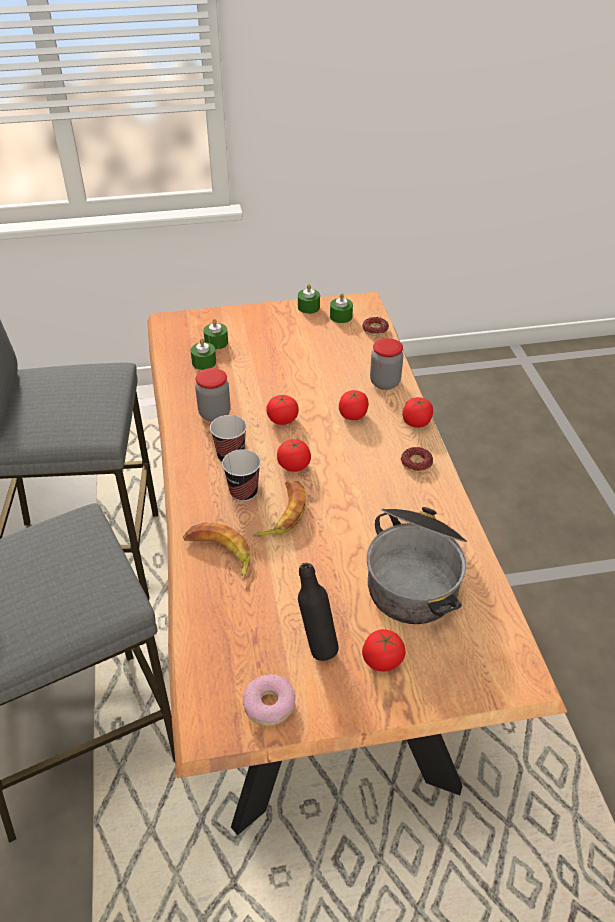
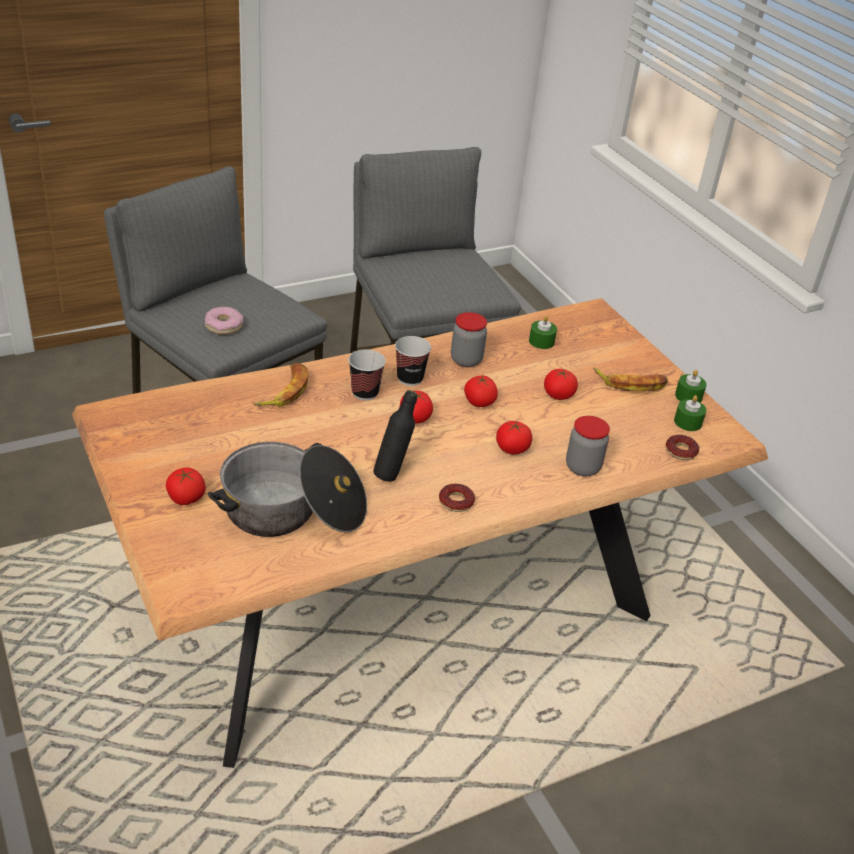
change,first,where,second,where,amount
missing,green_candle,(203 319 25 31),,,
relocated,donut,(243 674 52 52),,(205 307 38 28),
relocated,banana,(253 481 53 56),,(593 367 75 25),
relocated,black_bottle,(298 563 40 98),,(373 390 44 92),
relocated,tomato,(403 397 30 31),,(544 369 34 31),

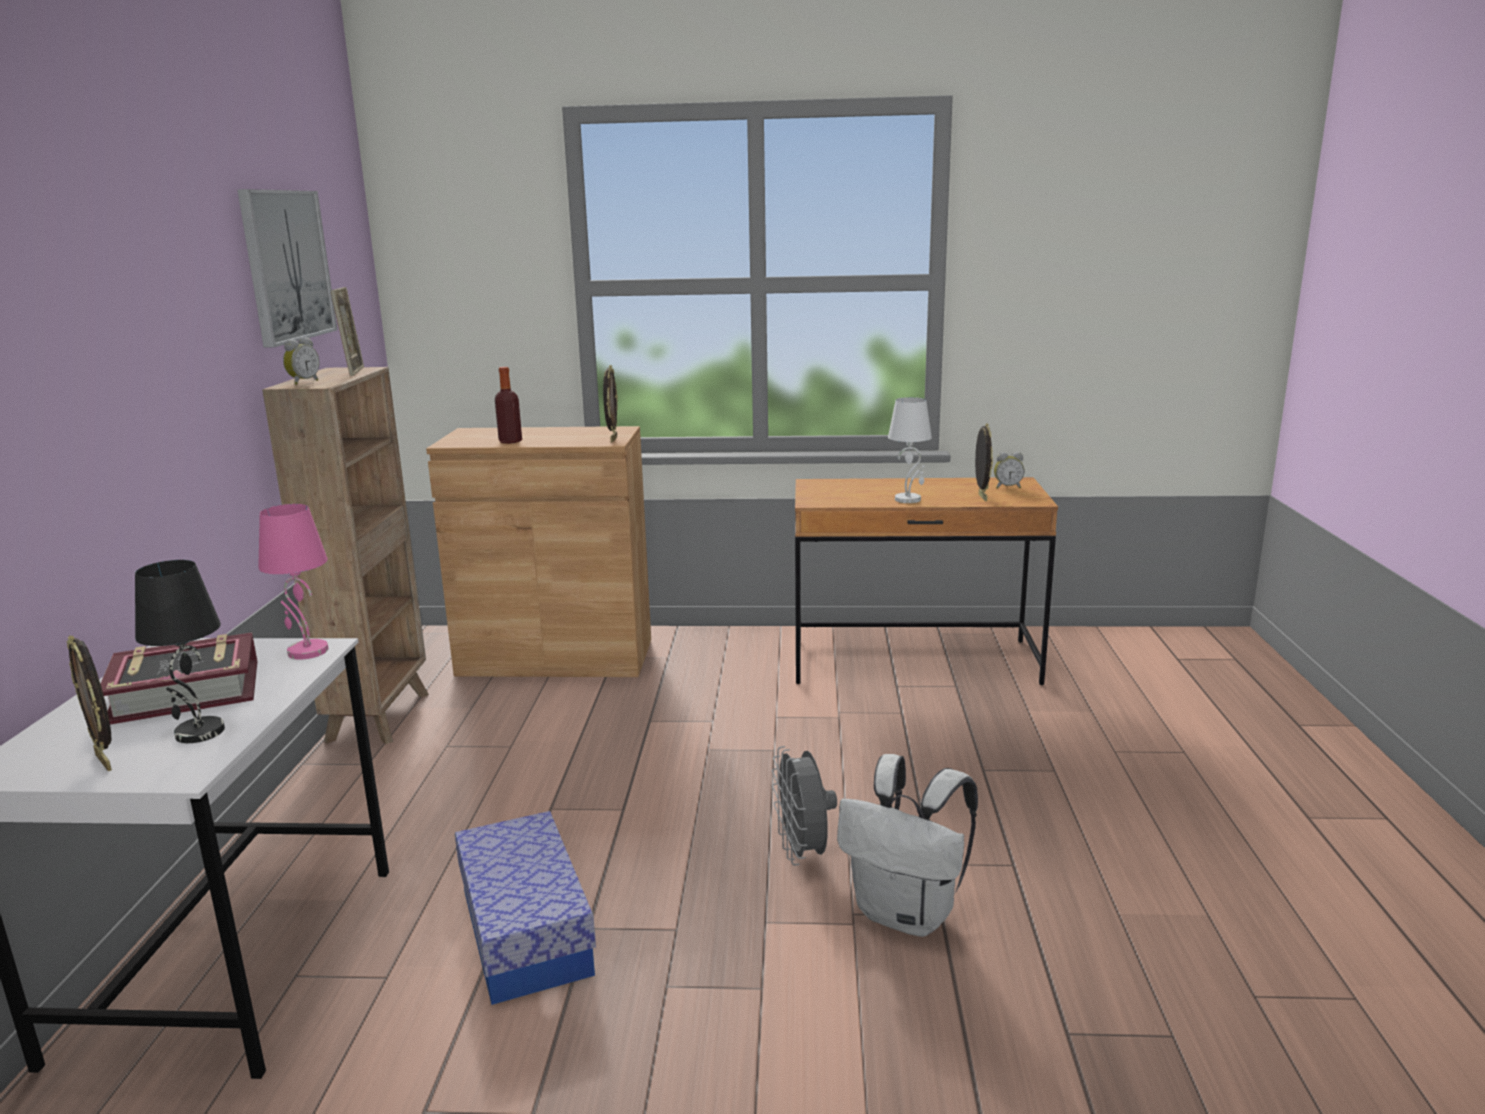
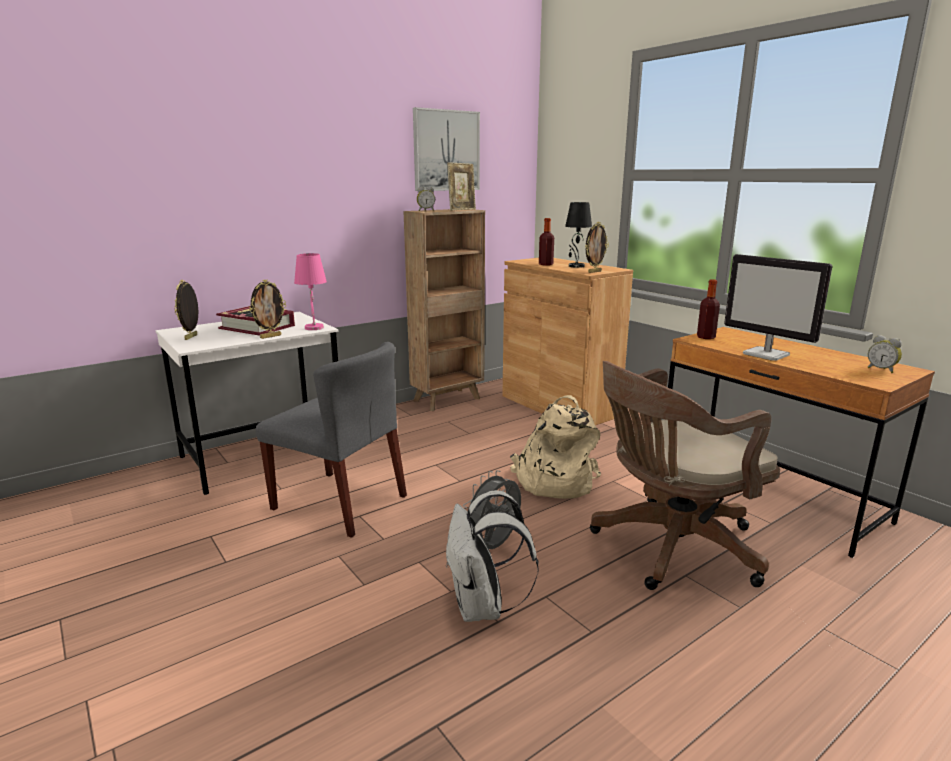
change,first,where,second,where,amount
appeared,,,beige_backpack,(510 395 91 104),
appeared,,,brown_office_chair,(590 361 190 229),
appeared,,,bottle,(697 279 23 60),
relocated,black_table_lamp,(135 560 90 183),,(565 202 27 66),
relocated,picture_frame,(975 423 18 78),,(249 280 37 59),
exchanged,storage_box,(455 811 141 194),grey_chair,(256 342 151 196),
exchanged,white_table_lamp,(888 397 44 106),monitor,(724 254 108 107),

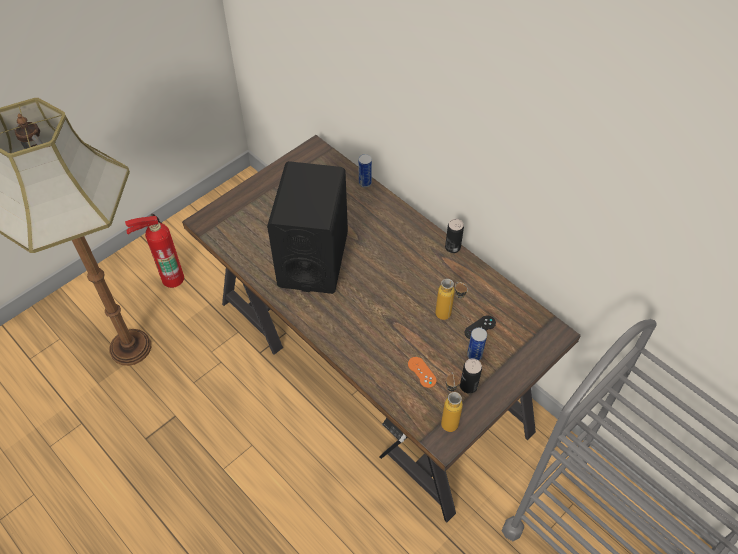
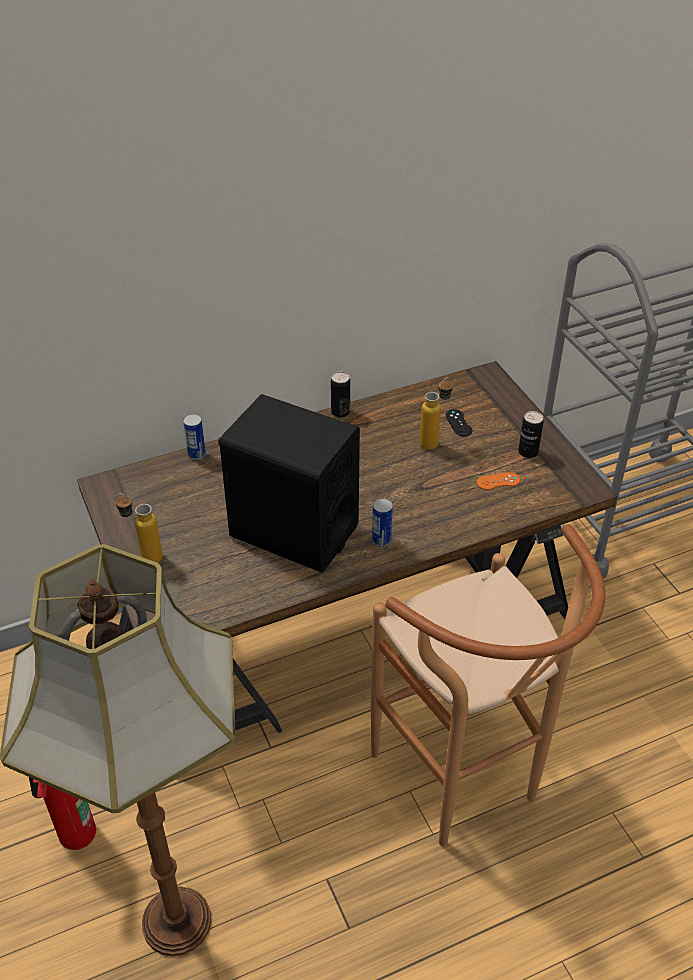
change,first,where,second,where,amount
appeared,,,brown_stool,(371 524 234 323),
relocated,bottle,(441 372 22 60),,(115 494 48 69),
relocated,can,(467 328 20 32),,(372 498 21 49),

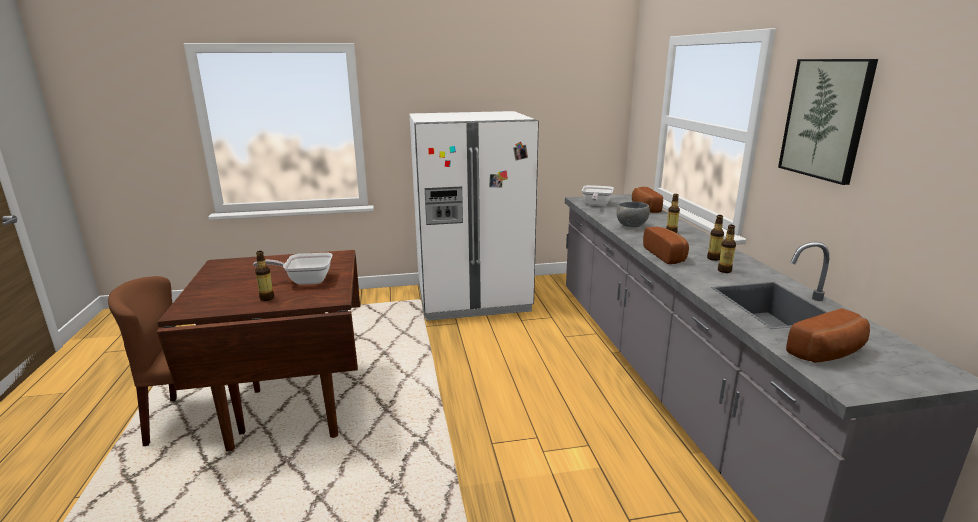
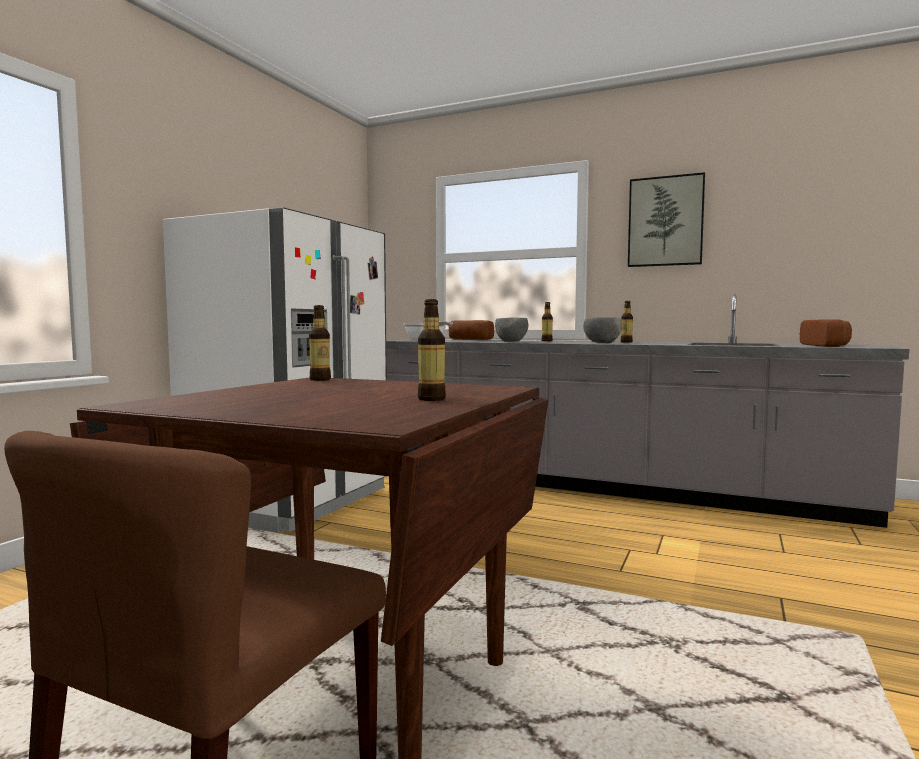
change,first,where,second,where,amount
missing,frying_pan,(253 253 79 32),,,
relocated,bottle,(718 225 18 48),,(309 305 22 76),
exchanged,bread,(643 227 46 37),grey_bowl,(583 317 39 26),

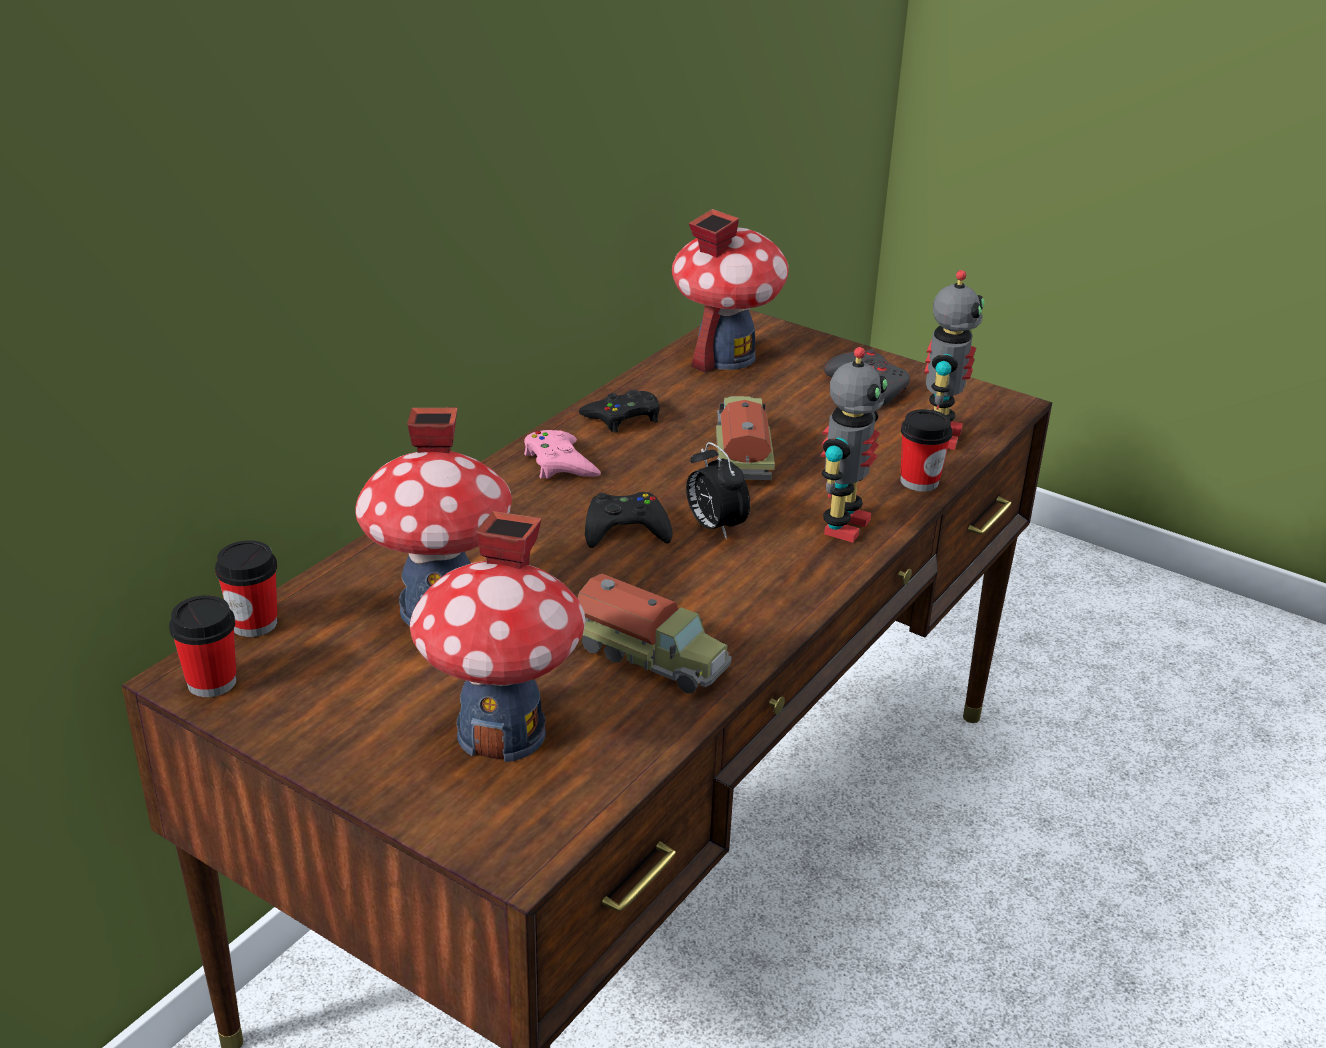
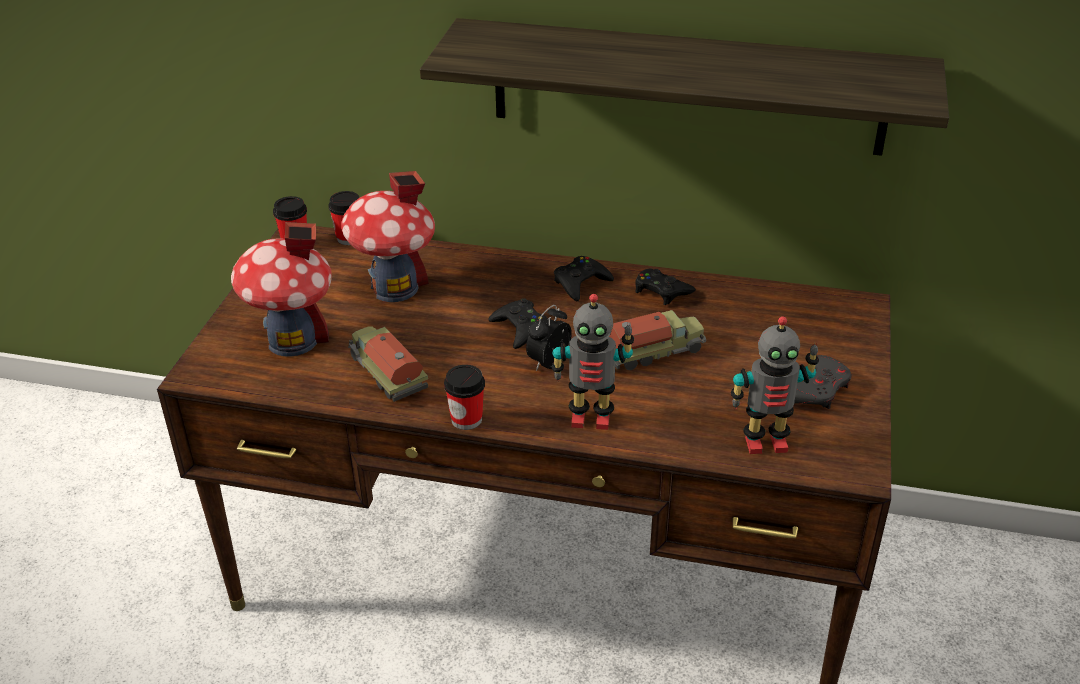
change,first,where,second,where,amount
missing,toy_house,(672 209 117 164),,,
appeared,,,shelf,(420 18 529 138),
relocated,cup,(900 409 52 83),,(444 365 41 65),
colour,pink_game_controller,(524 430 77 49),black_game_controller,(554 256 60 45),
spun,toy_truck,(578 574 154 119),,(348 326 80 76),135 degrees clockwise

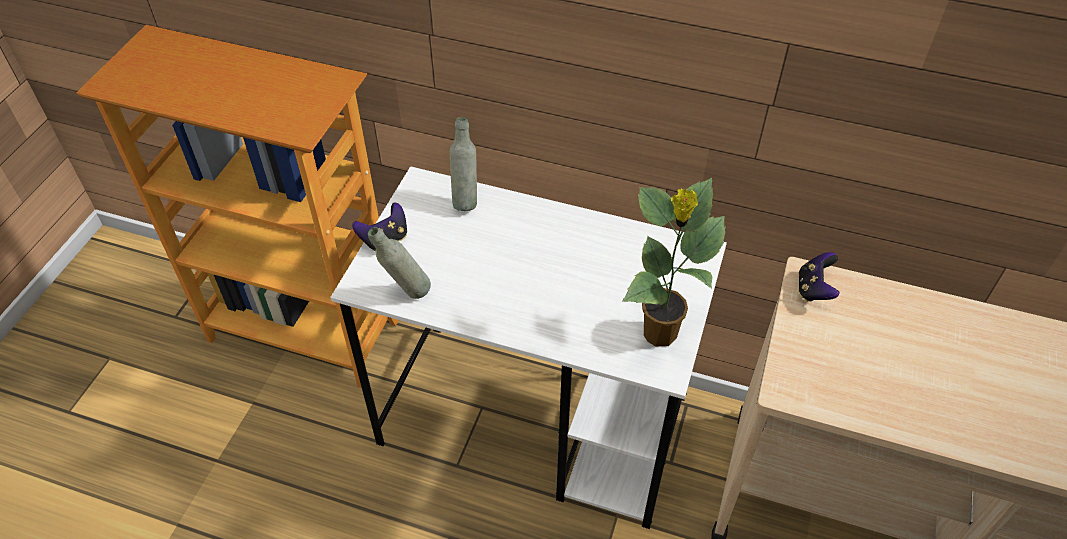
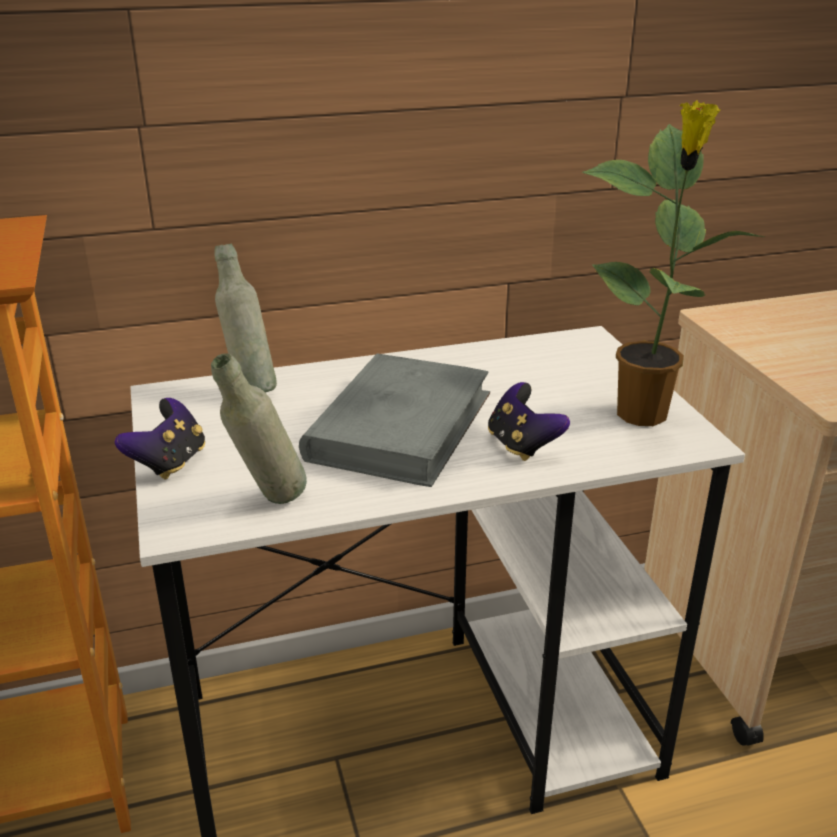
change,first,where,second,where,amount
appeared,,,grey_book,(299 353 191 134),
relocated,game_controller,(798 252 41 50),,(488 382 82 79),

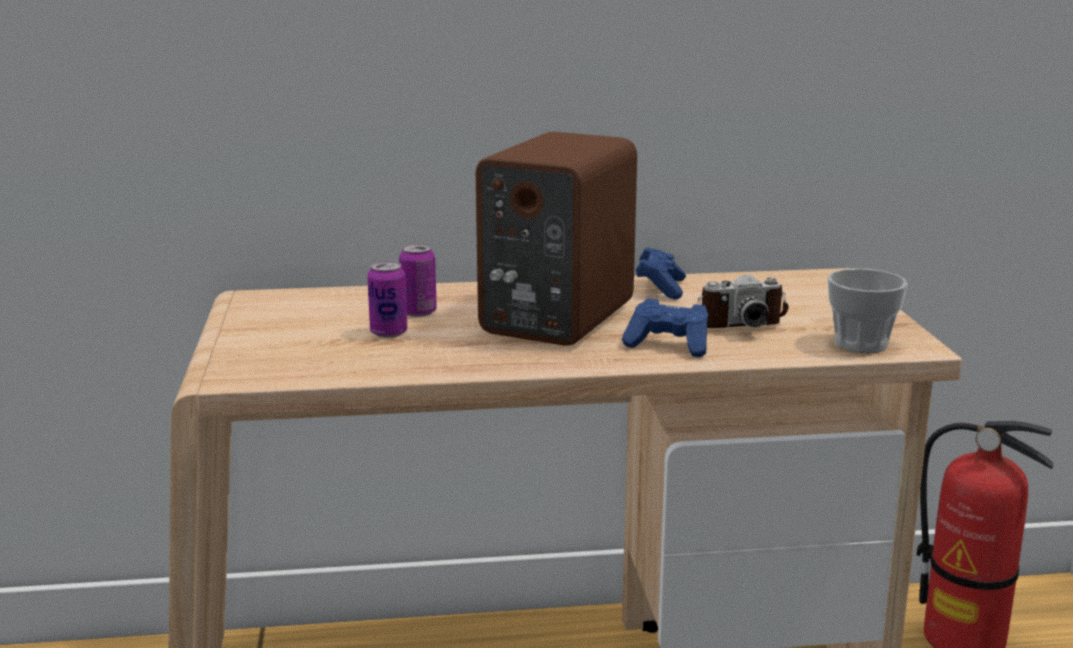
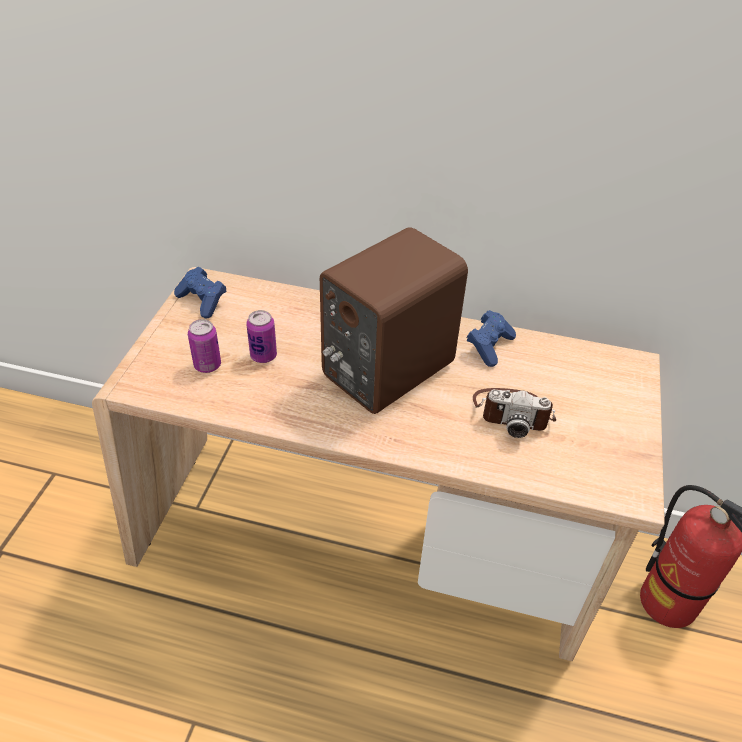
change,first,where,second,where,amount
missing,cup,(827 268 81 85),,,
relocated,can,(399 244 38 73),,(188 319 33 54),
relocated,blue_game_controller,(622 298 86 59),,(174 267 53 51),

